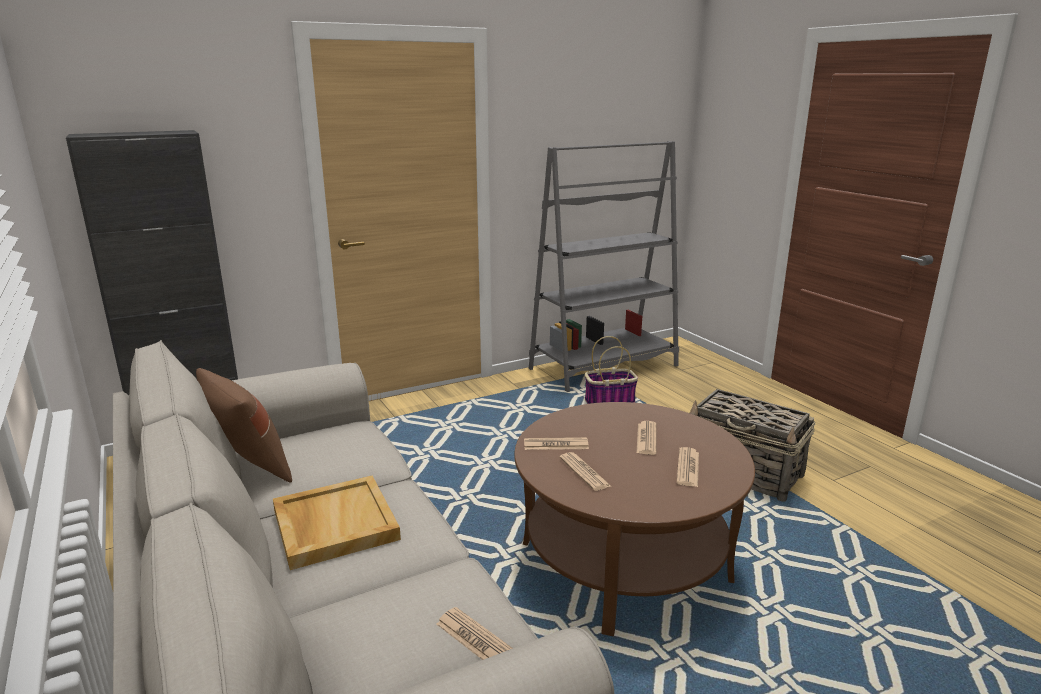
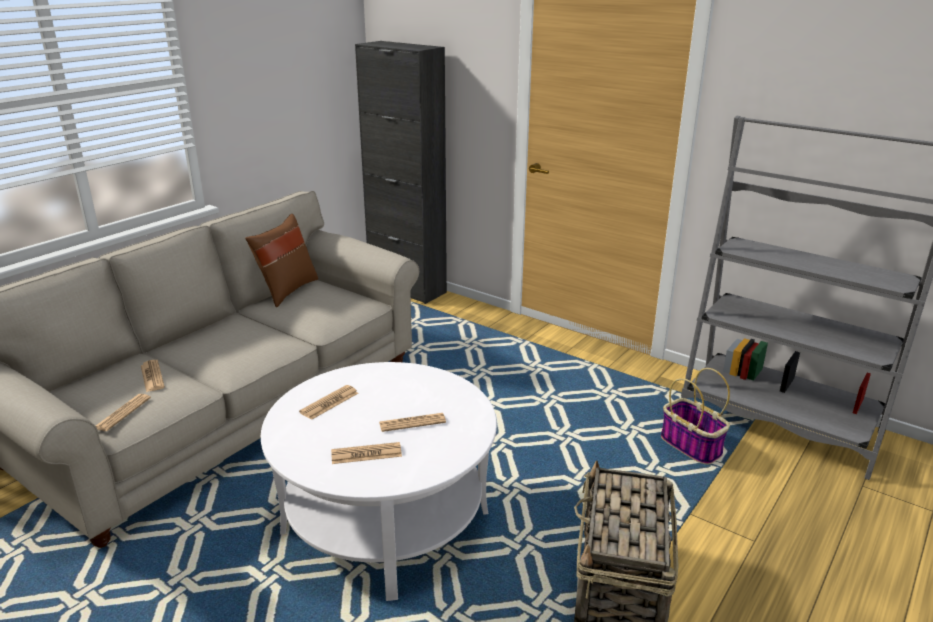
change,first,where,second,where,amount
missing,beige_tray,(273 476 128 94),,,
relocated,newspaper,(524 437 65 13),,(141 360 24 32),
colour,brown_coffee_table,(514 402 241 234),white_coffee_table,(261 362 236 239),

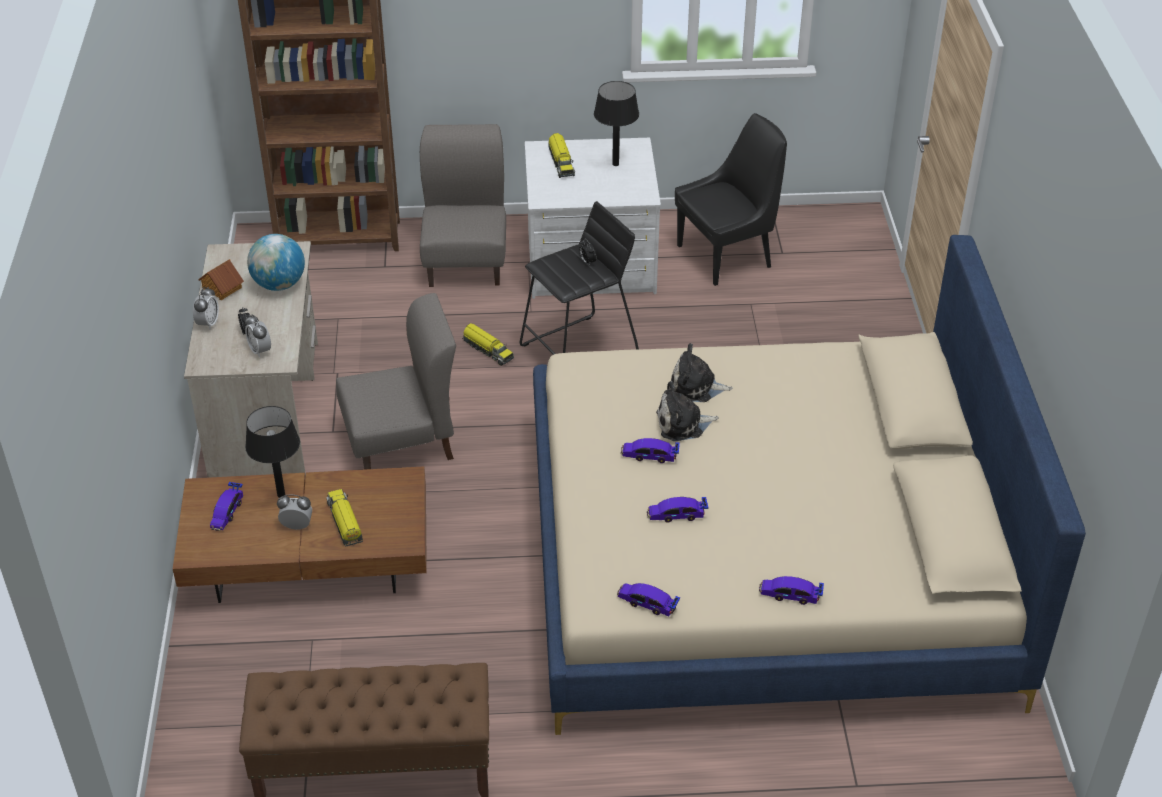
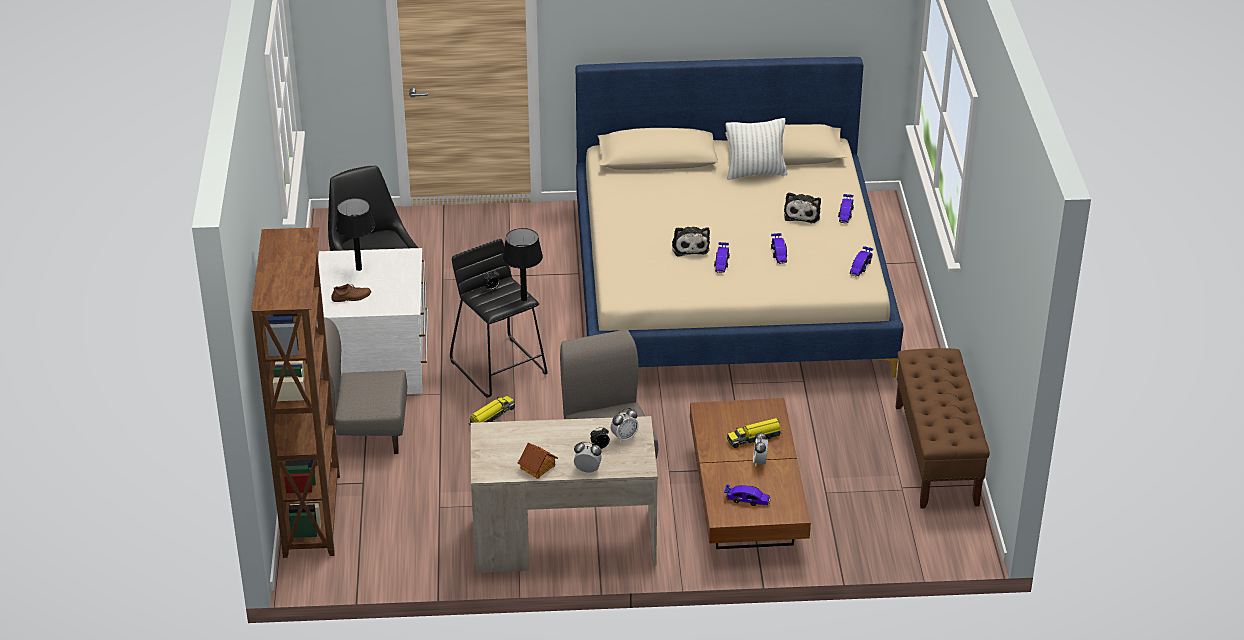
change,first,where,second,where,amount
missing,globe,(247 234 58 57),,,
appeared,,,white_pillow,(726 118 61 62),
relocated,black_table_lamp,(245 406 55 92),,(503 228 40 73),
relocated,plush_toy,(671 343 62 59),,(784 192 37 31),
exchanged,toy_truck,(548 133 27 45),brown_shoe,(331 284 40 18),

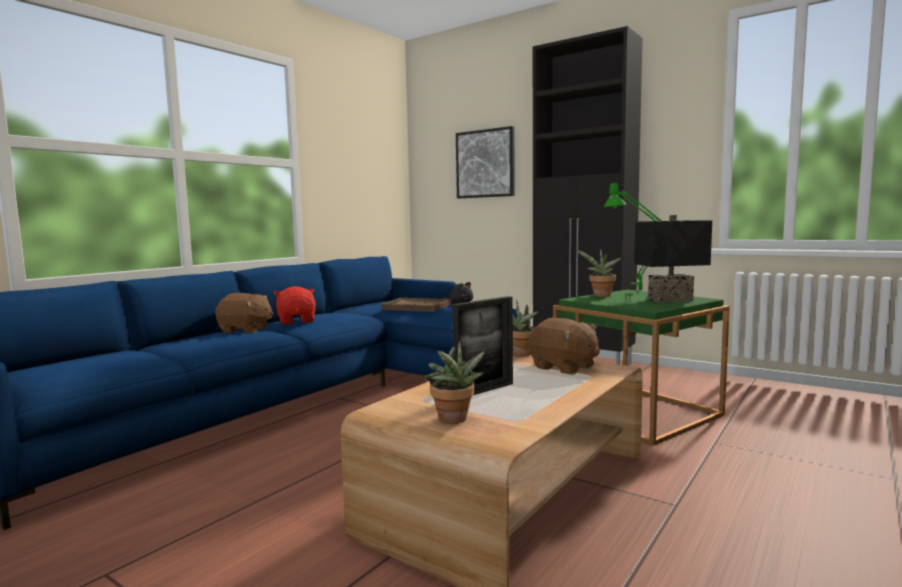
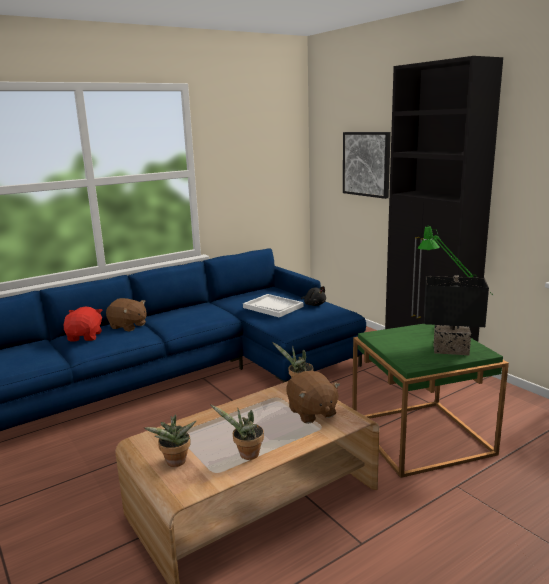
change,first,where,second,where,amount
missing,picture_frame,(452 296 61 99),,,
relocated,red_plush_toy,(273 286 43 39),,(64 307 39 35),
relocated,potted_plant,(576 249 45 48),,(211 405 53 55),
colour,brown_tray,(381 298 70 14),white_tray,(243 294 61 23),

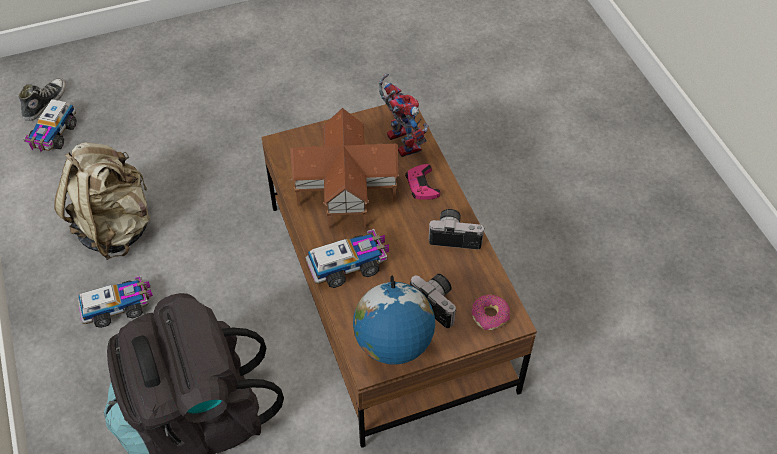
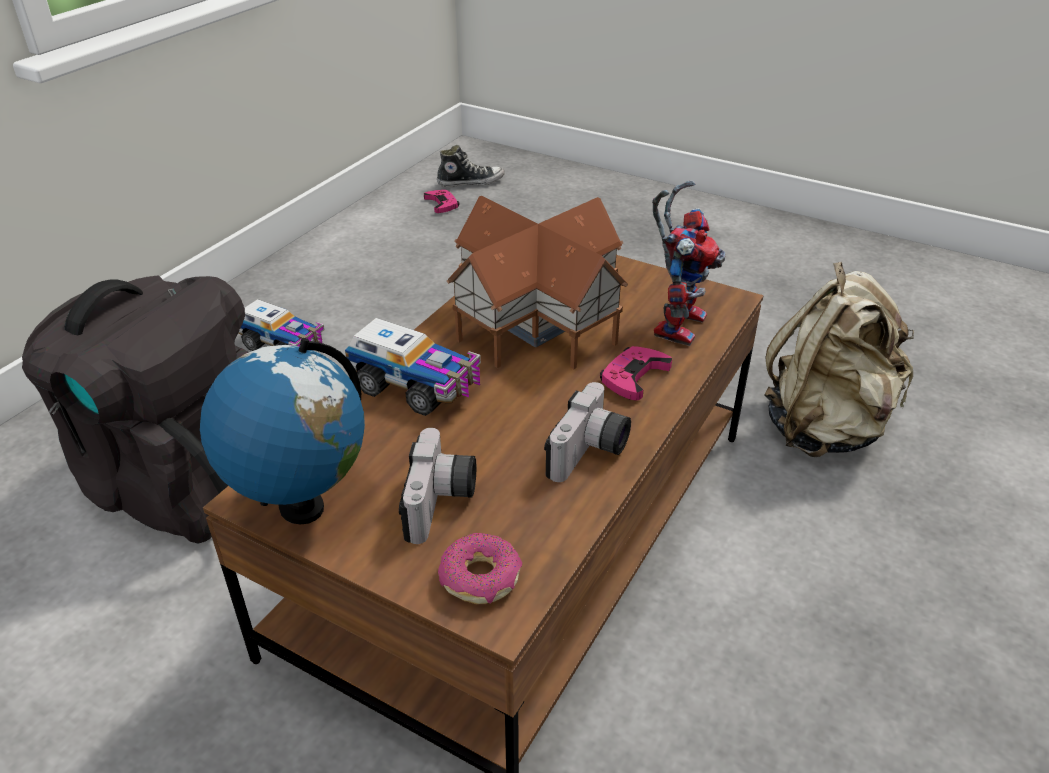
change,first,where,second,where,amount
relocated,beige_backpack,(54 142 96 118),,(764 262 150 195),
exchanged,toy_truck,(24 99 53 53),pink_game_controller,(424 190 35 23),
spun,photo_camera,(428 209 57 41),,(544 382 87 100),60 degrees clockwise

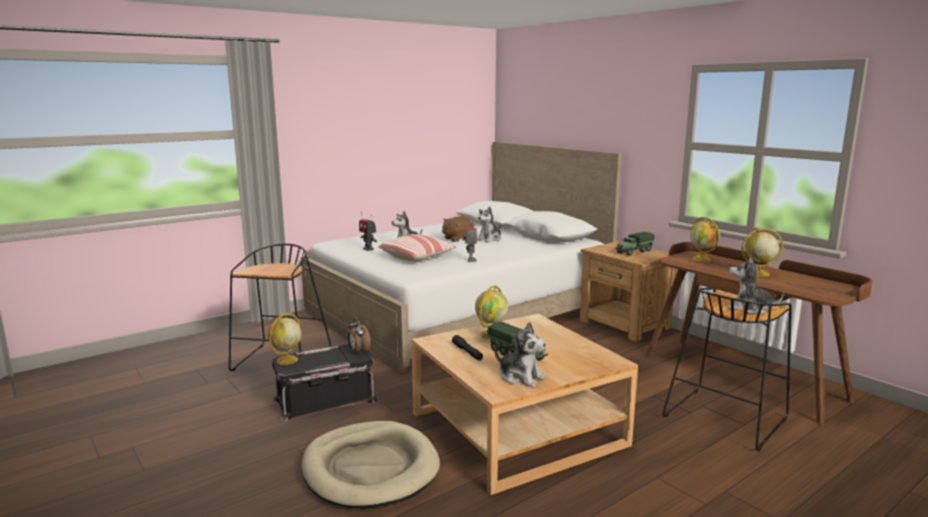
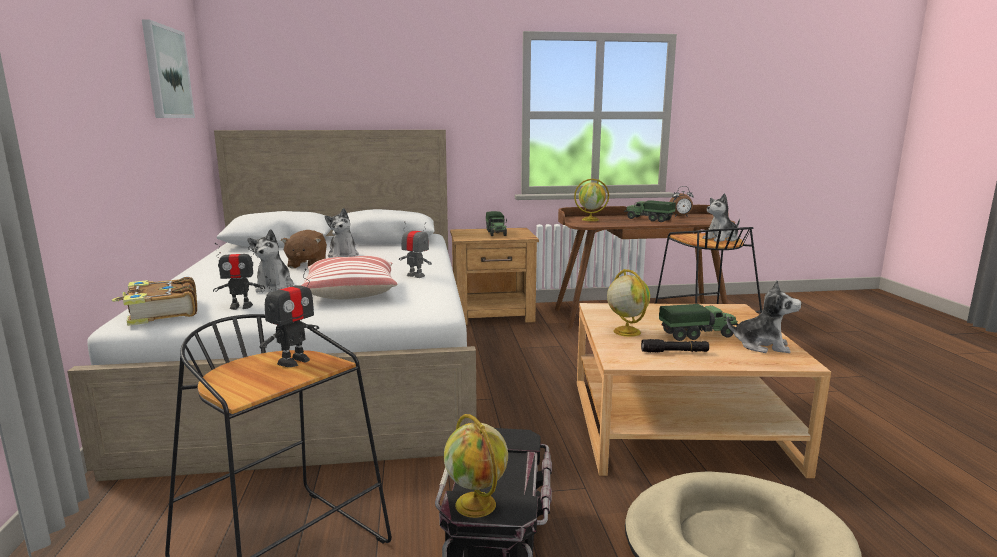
change,first,where,second,where,amount
appeared,,,book,(112 277 85 49),
appeared,,,picture,(142 19 53 99),
appeared,,,toy_robot,(259 269 60 98),
relocated,alarm_clock,(348 317 23 37),,(670 186 24 31),
exchanged,globe,(742 228 41 48),toy_truck,(624 200 52 22),
spun,plush_toy,(495 322 51 65),,(727 280 75 73),45 degrees clockwise

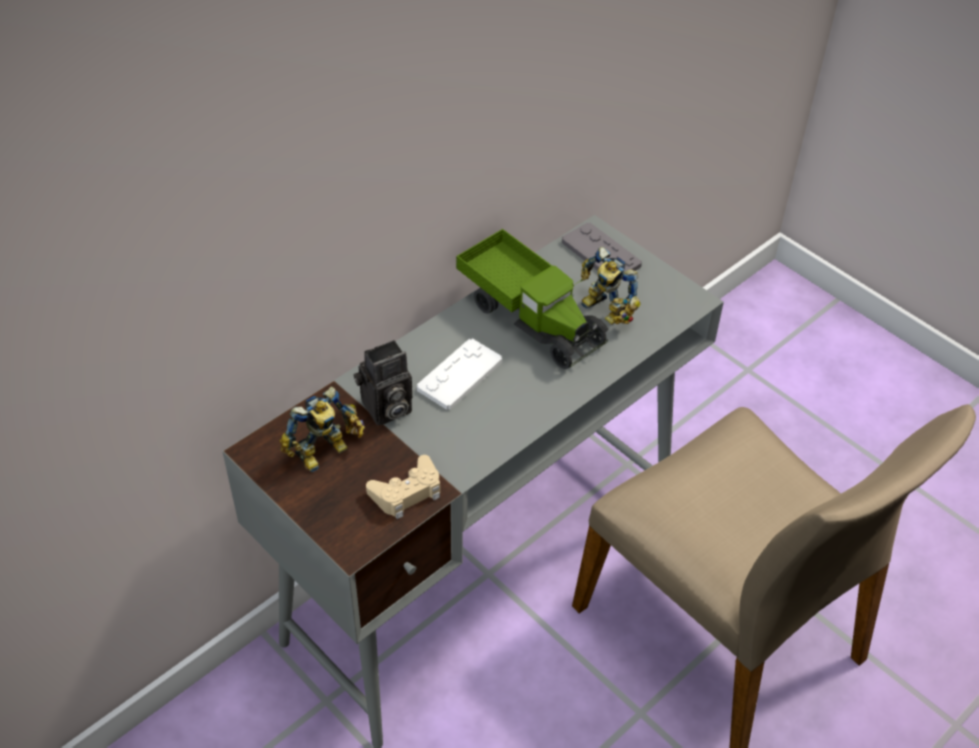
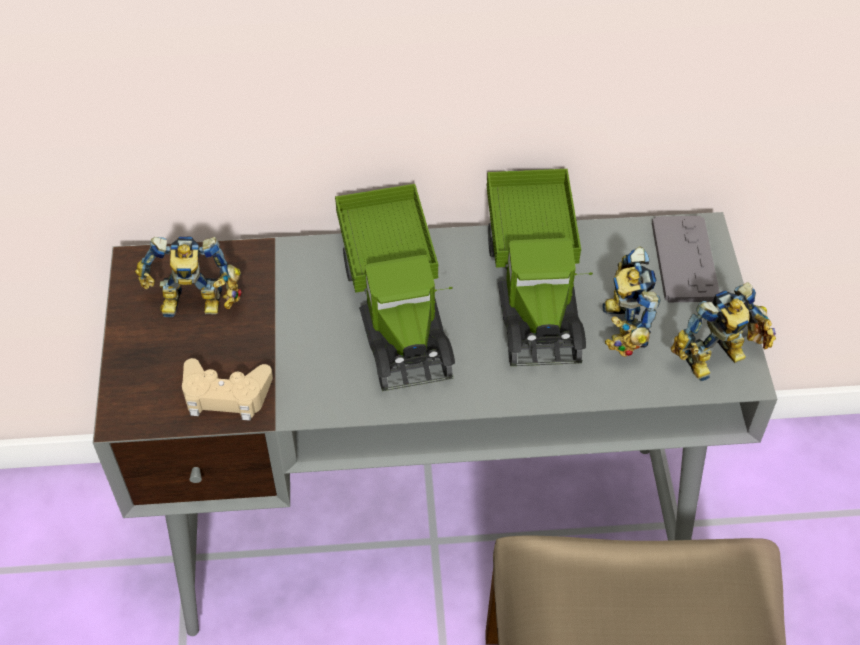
change,first,where,second,where,amount
missing,photo_camera,(354 340 58 86),,,
appeared,,,toy_robot,(671 282 105 99),
exchanged,white_game_controller,(417 338 85 72),toy_truck,(335 184 120 207),

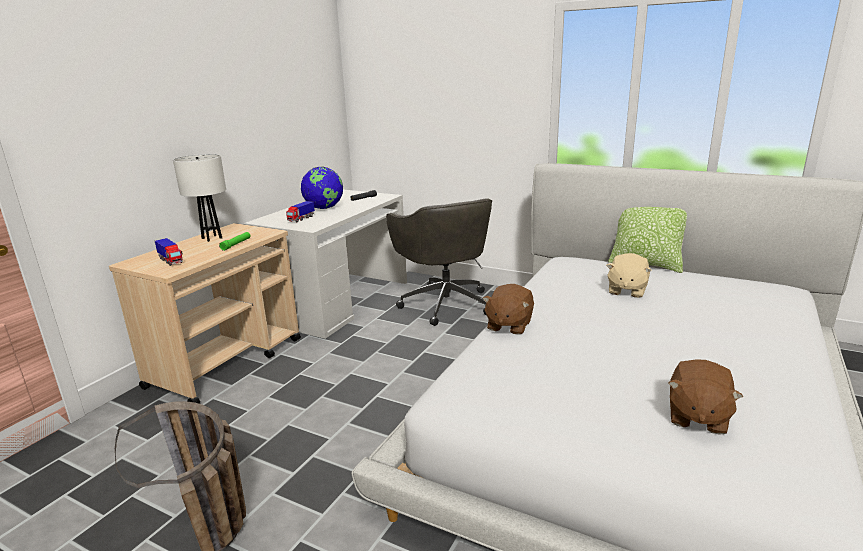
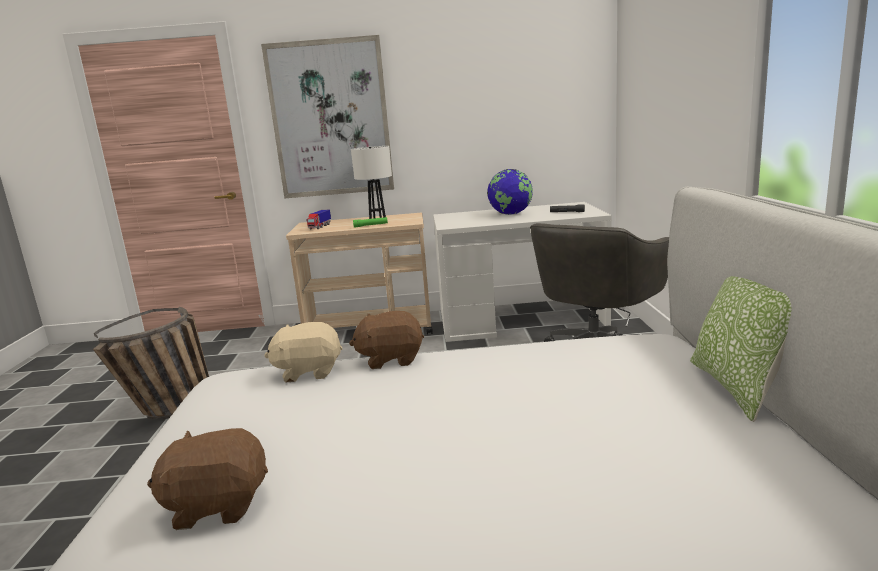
change,first,where,second,where,amount
missing,toy_truck,(286 201 29 21),,,
appeared,,,picture,(261 35 133 163),
relocated,beige_plush_toy,(606 253 46 45),,(264 322 78 60),

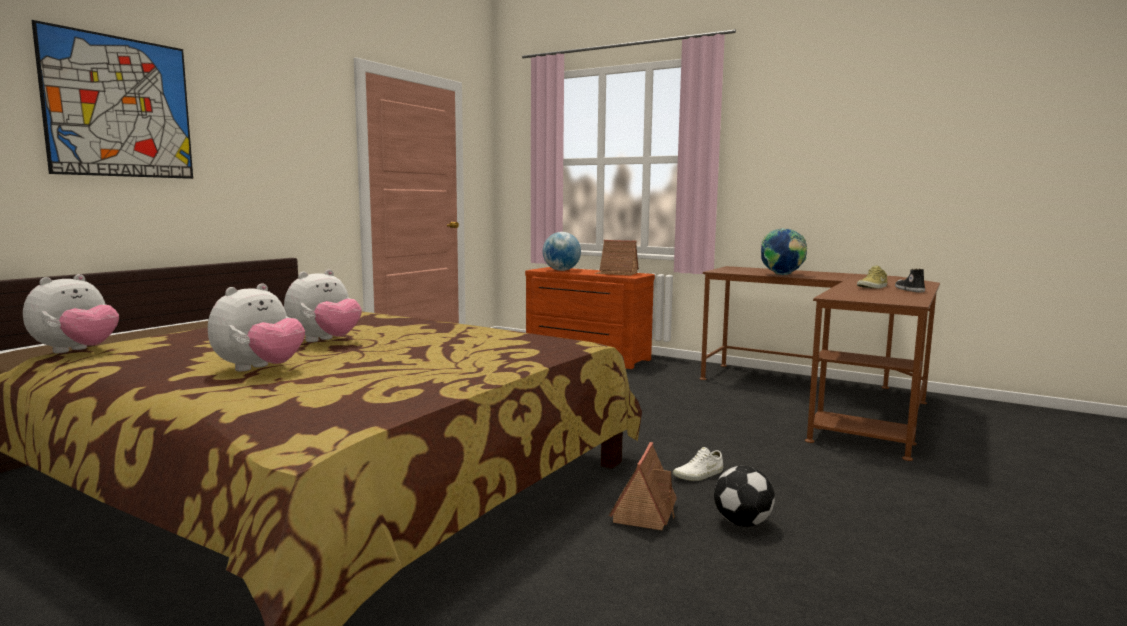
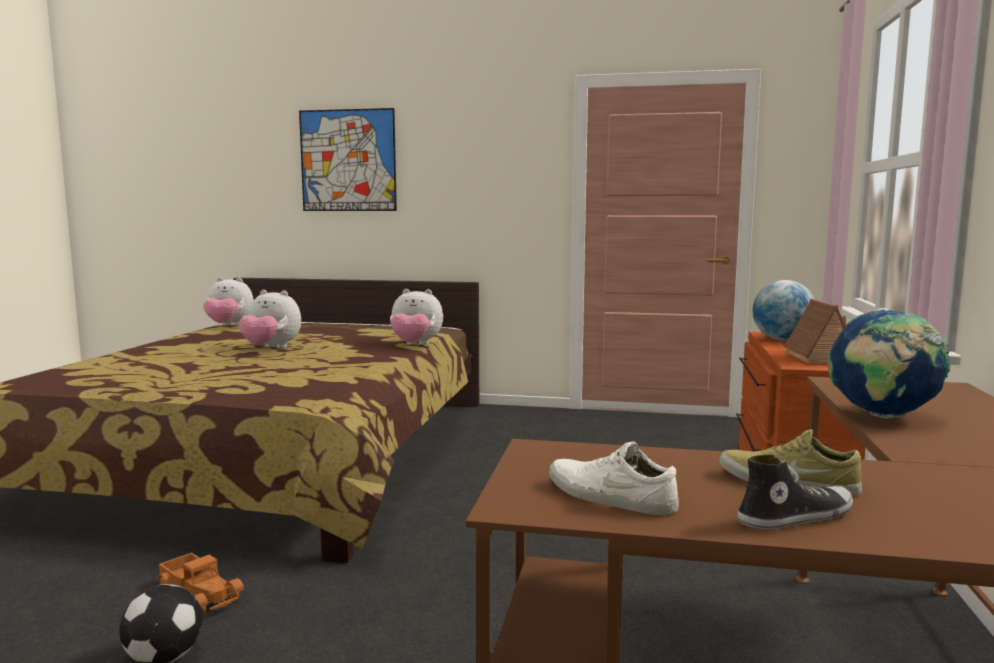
change,first,where,second,where,amount
relocated,plush_toy,(208 283 97 89),,(390 289 53 56),
relocated,white_shoe,(673 447 50 34),,(549 441 130 74),
exchanged,toy_house,(609 442 68 88),toy_truck,(156 553 88 62),

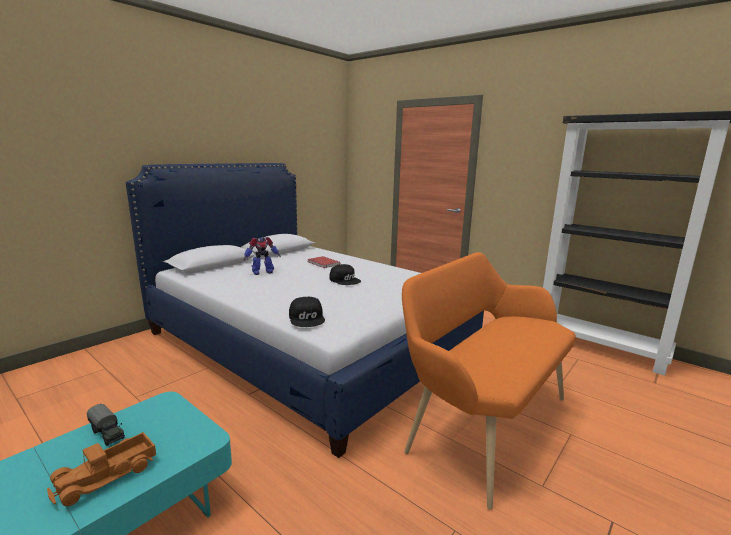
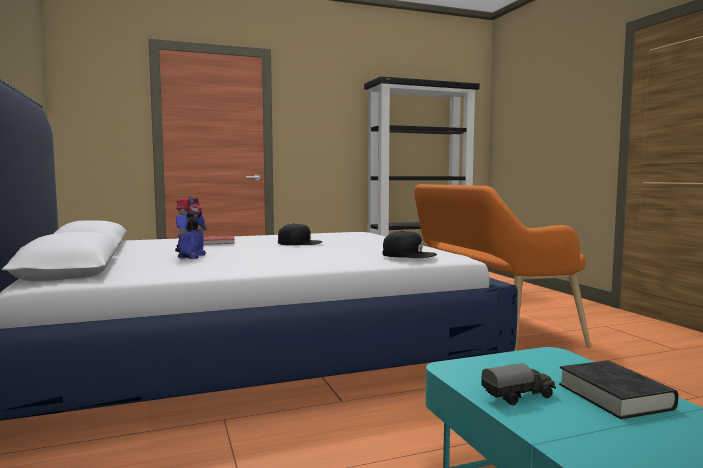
change,first,where,second,where,amount
exchanged,toy_truck,(47 432 109 74),black_book,(559 361 119 58),

